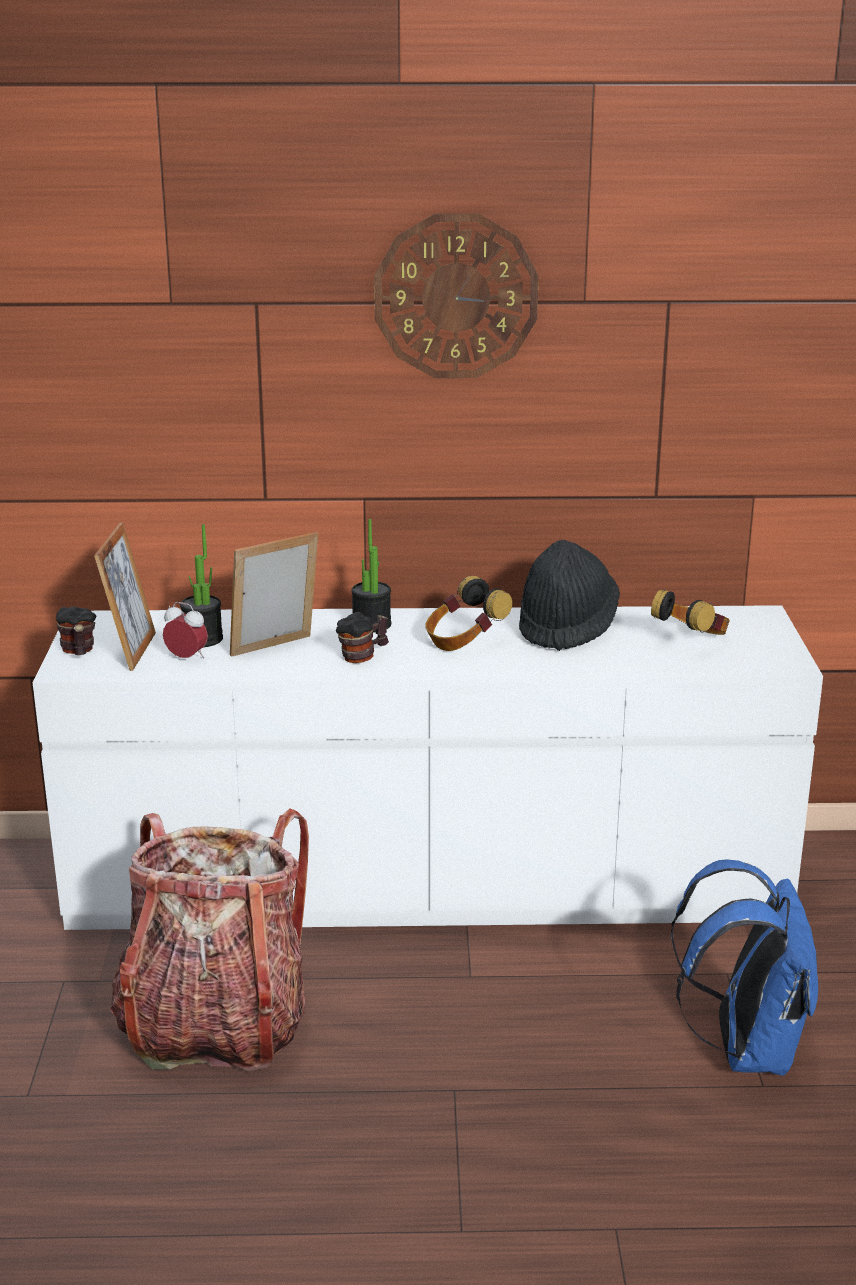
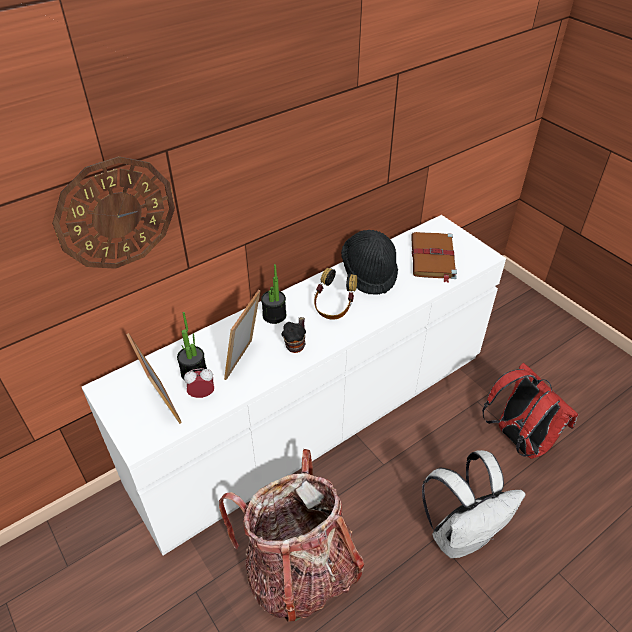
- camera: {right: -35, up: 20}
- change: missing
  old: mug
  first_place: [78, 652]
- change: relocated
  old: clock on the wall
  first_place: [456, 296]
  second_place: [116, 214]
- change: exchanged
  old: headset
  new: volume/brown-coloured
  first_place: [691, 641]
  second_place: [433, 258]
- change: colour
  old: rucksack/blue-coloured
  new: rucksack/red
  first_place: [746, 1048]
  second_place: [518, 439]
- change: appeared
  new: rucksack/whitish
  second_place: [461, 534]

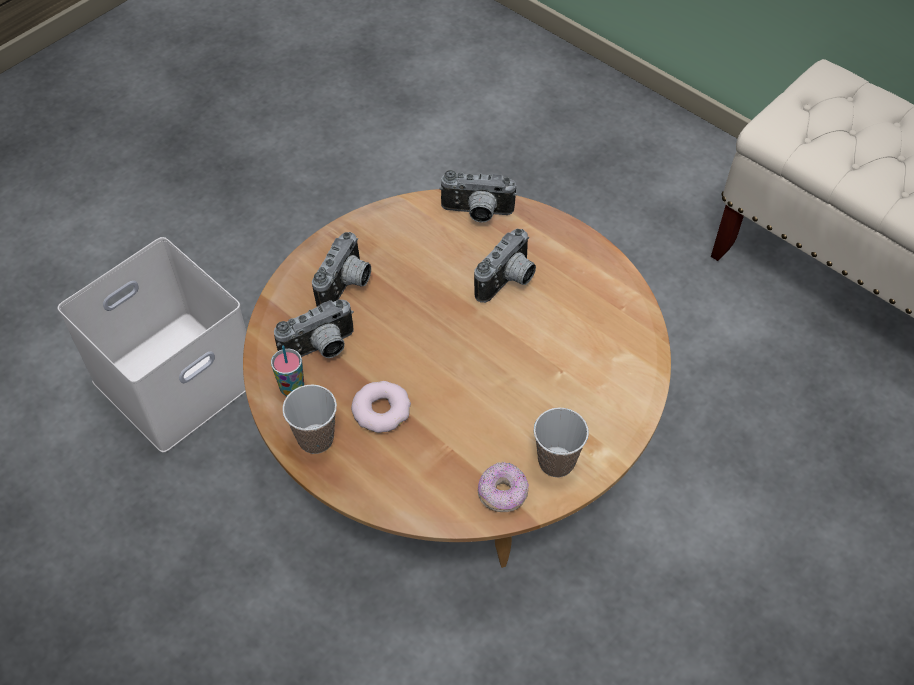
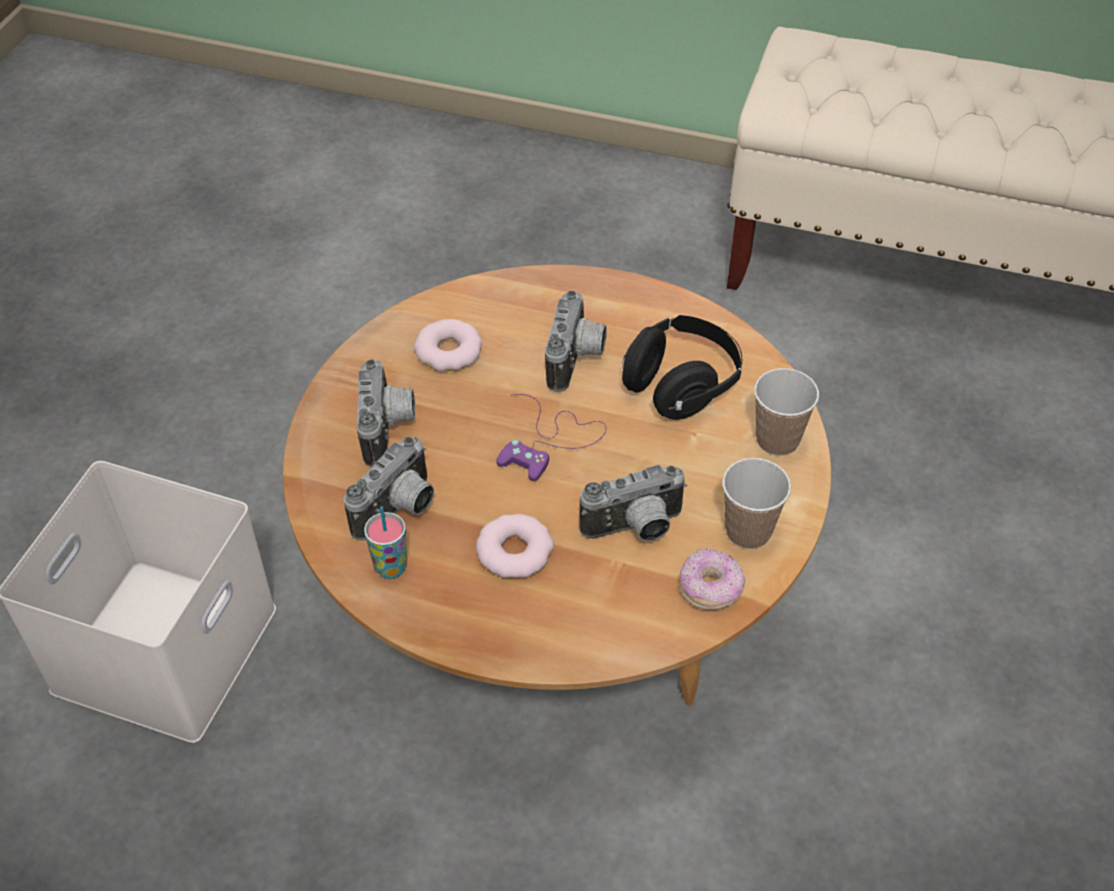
- camera: {right: -25, up: -5}
- change: relocated
  old: small cup
  first_place: [316, 439]
  second_place: [777, 440]
- change: relocated
  old: photo camera
  first_place: [477, 214]
  second_place: [635, 529]
- change: appeared
  new: donut
  second_place: [449, 351]
- change: appeared
  new: joypad/purple-coloured
  second_place: [550, 440]
- change: appeared
  new: headset/black-coloured
  second_place: [680, 385]

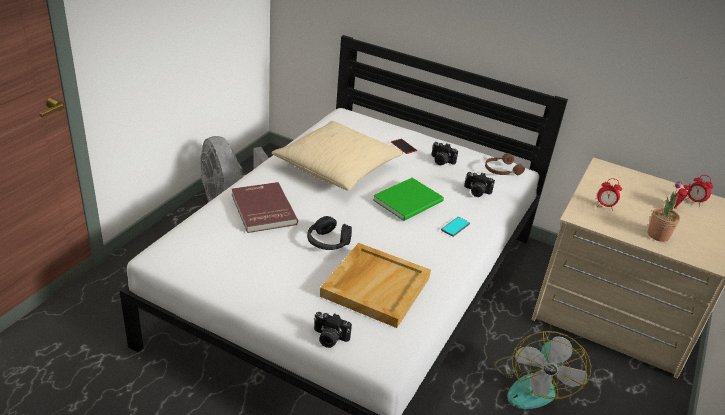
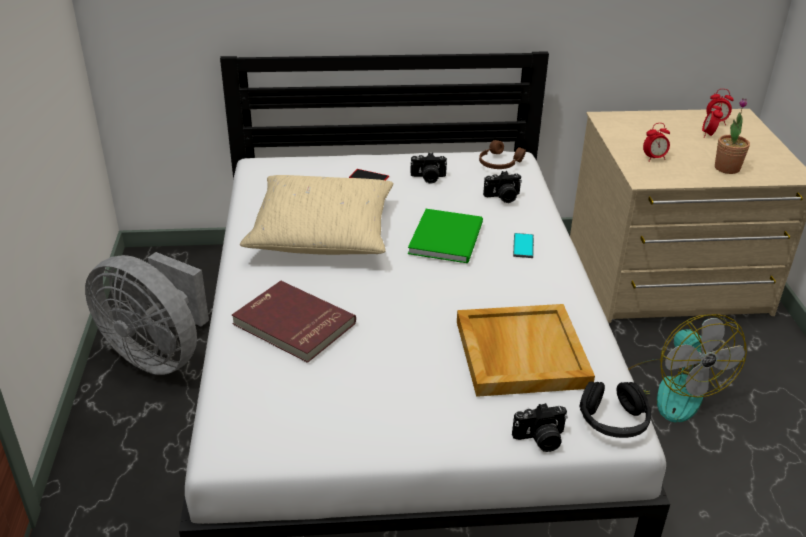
- camera: {right: -30, up: 0}
- change: relocated
  old: headset/black-coloured
  first_place: [328, 242]
  second_place: [613, 421]

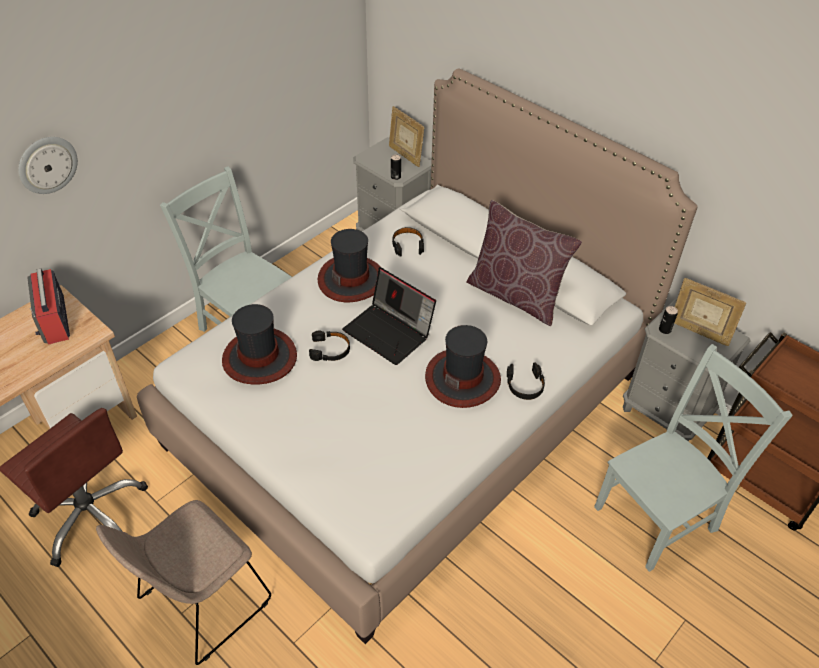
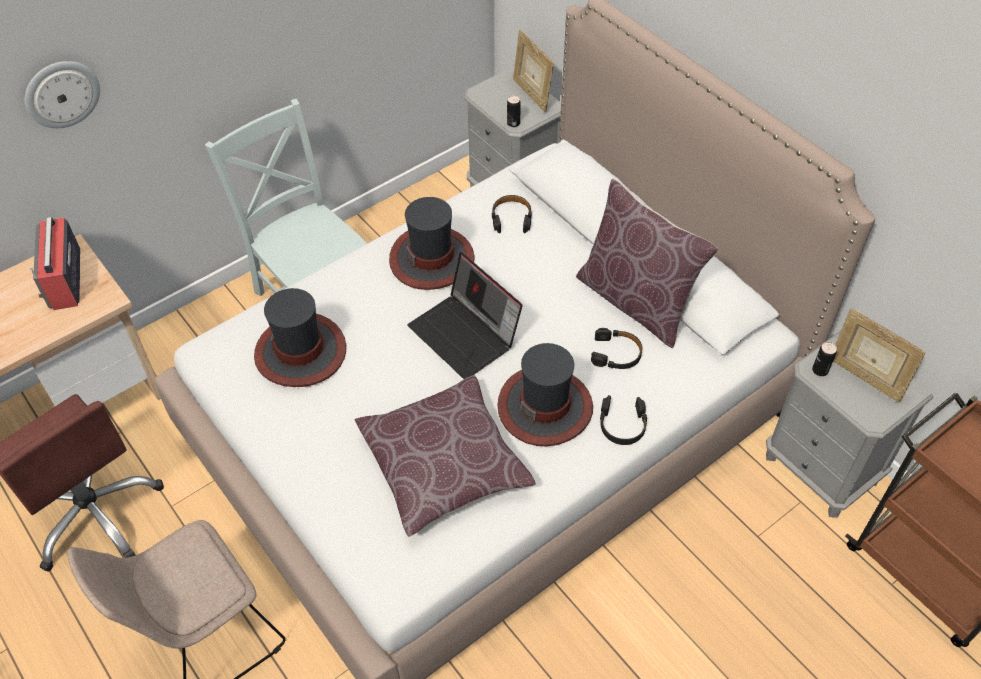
- camera: {right: 10, up: 5}
- change: relocated
  old: headset/black-coloured
  first_place: [330, 350]
  second_place: [616, 354]
- change: missing
  old: upright chair/greyish
  first_place: [659, 516]
- change: appeared
  new: pillow/brown-coloured
  second_place: [444, 464]

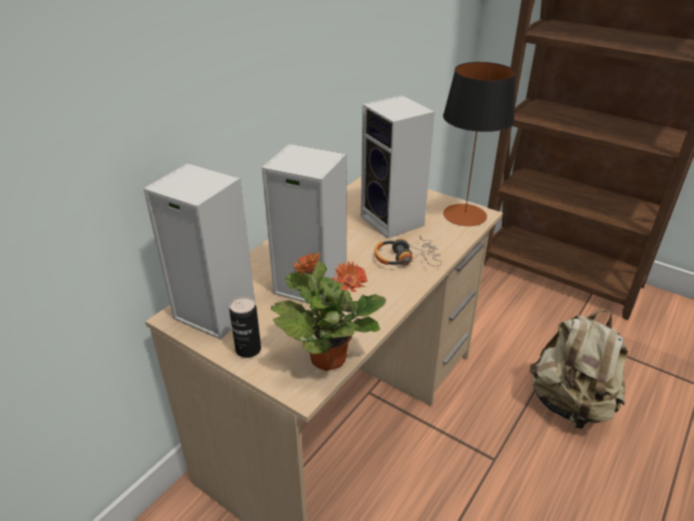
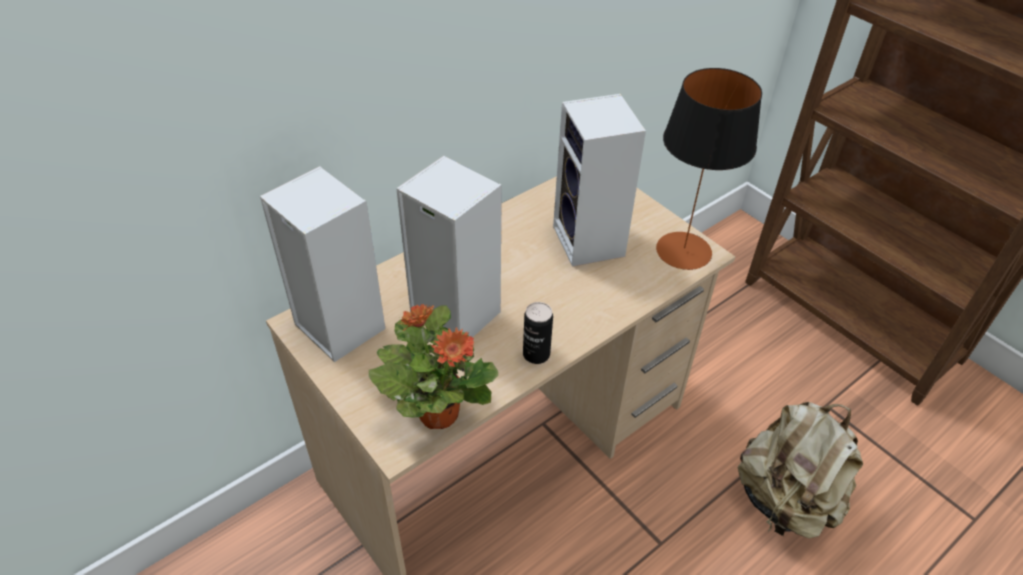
- camera: {right: 15, up: 10}
- change: relocated
  old: can
  first_place: [248, 349]
  second_place: [536, 354]
- change: missing
  old: headset
  first_place: [406, 258]

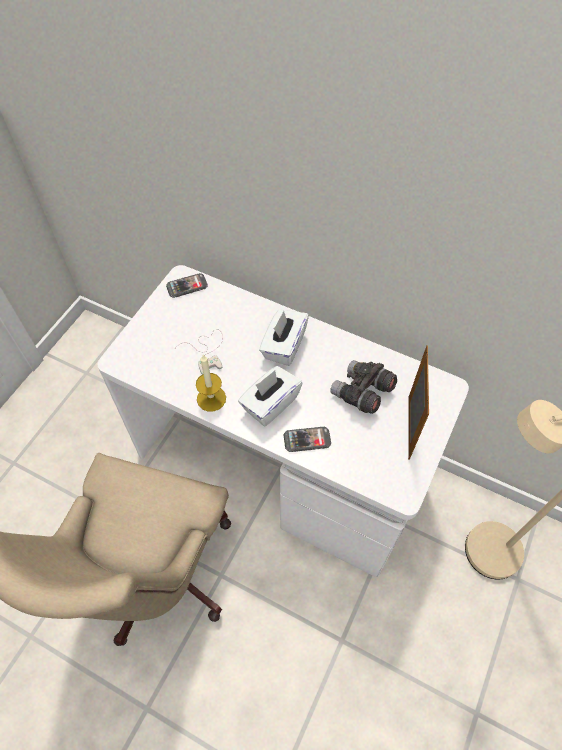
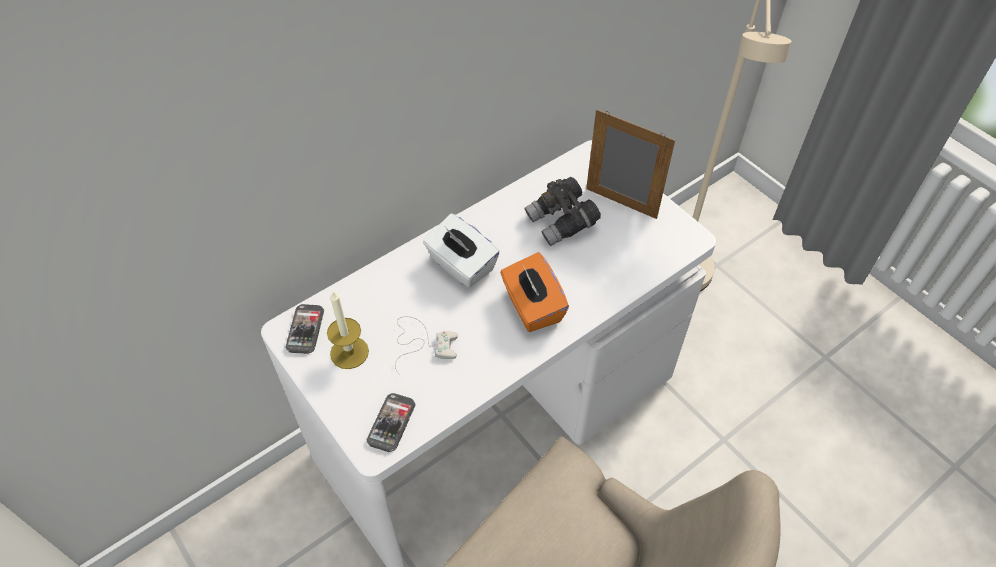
- camera: {right: -65, up: -5}
- change: relocated
  old: candle
  first_place: [211, 398]
  second_place: [349, 352]
- change: colour
  old: tissue box/whitish
  new: tissue box/orange
  first_place: [270, 404]
  second_place: [532, 307]
- change: relocated
  old: phone
  first_place: [307, 440]
  second_place: [391, 423]

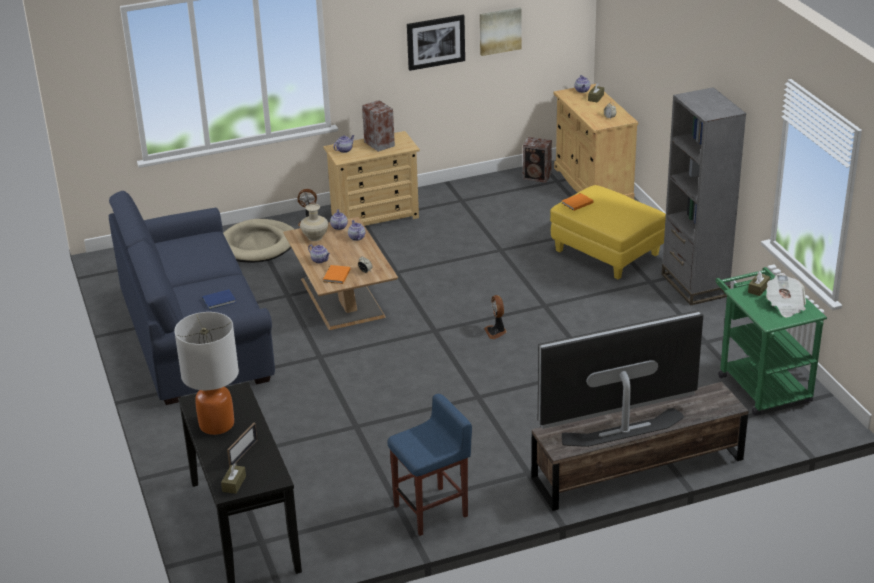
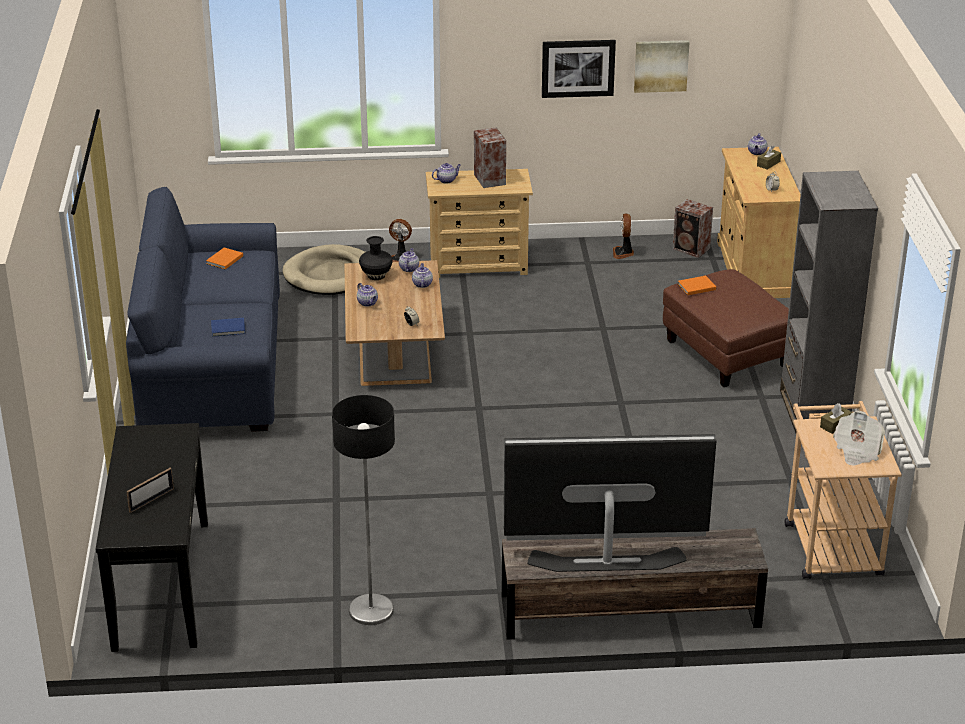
- camera: {right: 15, up: 0}
- change: missing
  old: lamp for a table
  first_place: [217, 424]
- change: missing
  old: tissue box/brown-coloured
  first_place: [234, 484]
- change: colour
  old: flower vase/beige
  new: flower vase/black-coloured
  first_place: [315, 237]
  second_place: [376, 276]
- change: relocated
  old: volume/orange
  first_place: [336, 276]
  second_place: [223, 260]
- change: exchanged
  old: sitting stool/blue-coloured
  new: standard lamp
  first_place: [432, 510]
  second_place: [371, 610]
- change: relocated
  old: fan
  first_place: [496, 332]
  second_place: [623, 253]
- change: colour
  old: footrest/yellow-coloured
  new: footrest/brown-coloured
  first_place: [607, 253]
  second_place: [727, 354]
- change: colour
  old: wheeled cart/green
  new: wheeled cart/beige
  first_place: [759, 384]
  second_place: [830, 543]

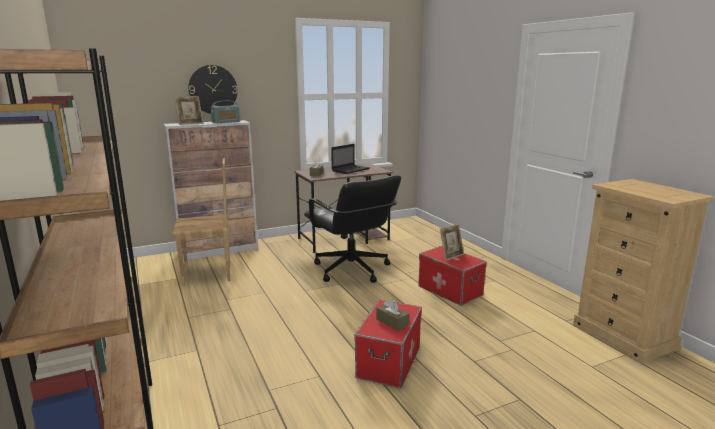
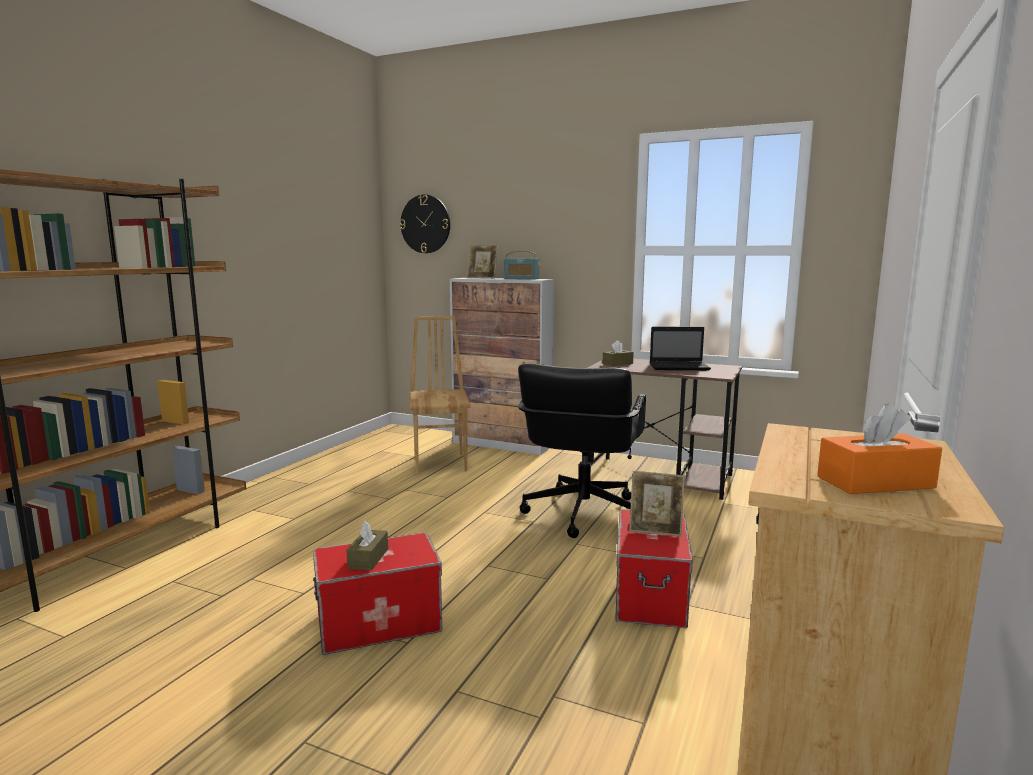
- camera: {right: 50, up: -5}
- change: spun
  old: upright chair/brown-coloured
  first_place: [208, 275]
  second_place: [441, 463]
  degrees: -135
- change: relocated
  old: clock on the wall
  first_place: [213, 89]
  second_place: [425, 224]
- change: appeared
  new: tissue box/orange
  second_place: [875, 482]

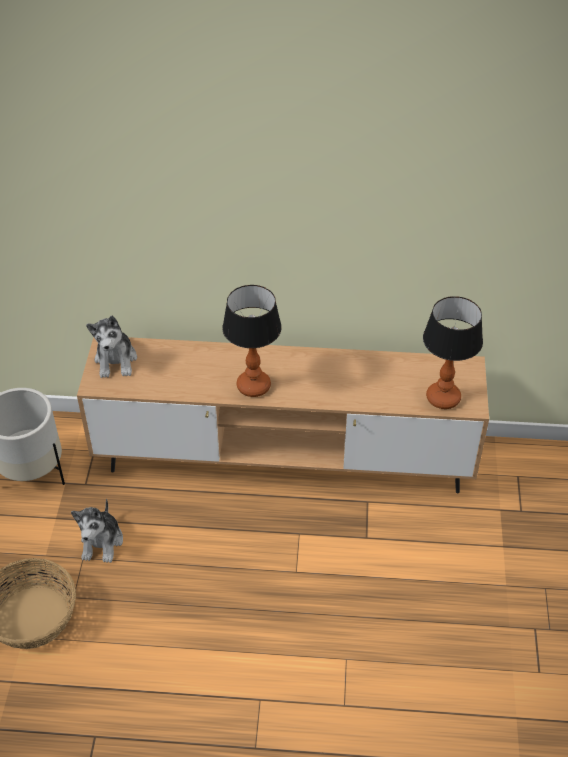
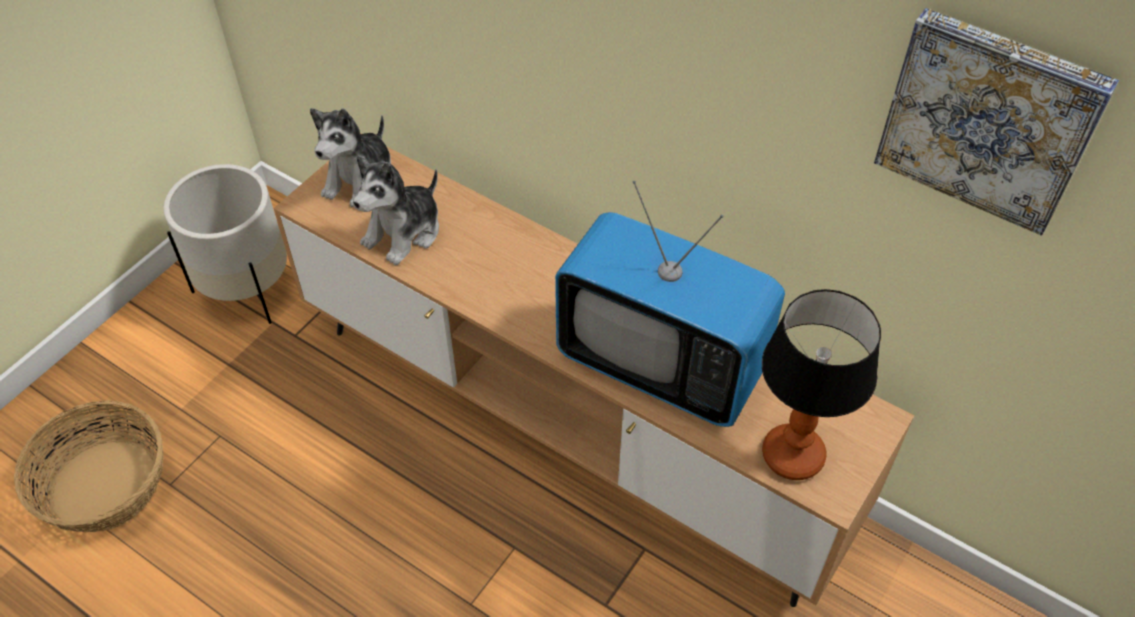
- camera: {right: 30, up: 5}
- change: relocated
  old: plush toy
  first_place: [102, 542]
  second_place: [404, 232]
- change: missing
  old: lamp for a table
  first_place: [253, 385]
- change: appeared
  new: TV
  second_place: [661, 364]
- change: appeared
  new: wall picture
  second_place: [990, 118]

